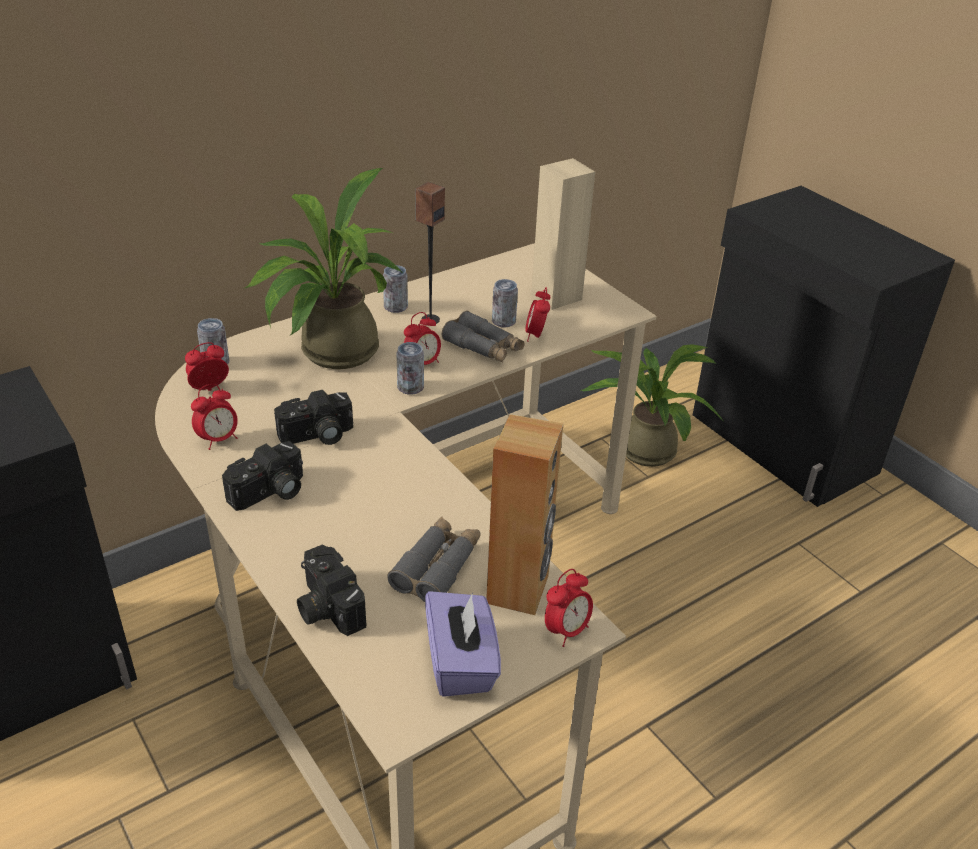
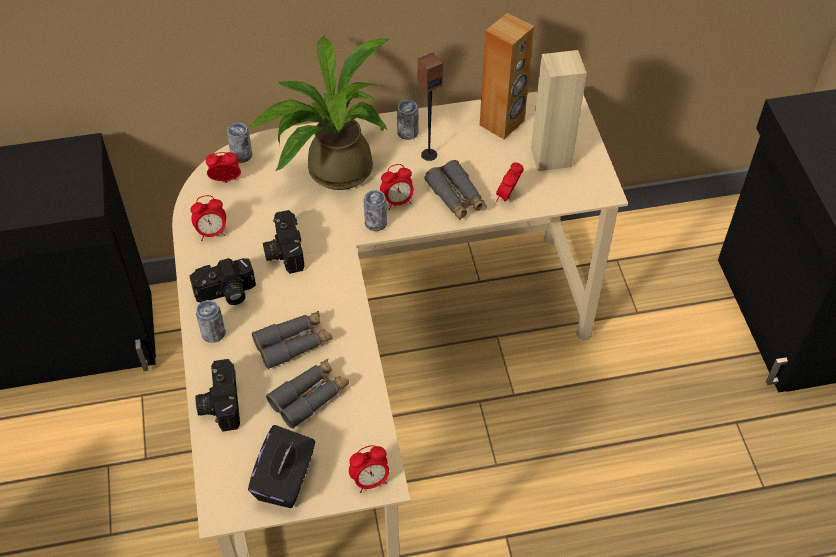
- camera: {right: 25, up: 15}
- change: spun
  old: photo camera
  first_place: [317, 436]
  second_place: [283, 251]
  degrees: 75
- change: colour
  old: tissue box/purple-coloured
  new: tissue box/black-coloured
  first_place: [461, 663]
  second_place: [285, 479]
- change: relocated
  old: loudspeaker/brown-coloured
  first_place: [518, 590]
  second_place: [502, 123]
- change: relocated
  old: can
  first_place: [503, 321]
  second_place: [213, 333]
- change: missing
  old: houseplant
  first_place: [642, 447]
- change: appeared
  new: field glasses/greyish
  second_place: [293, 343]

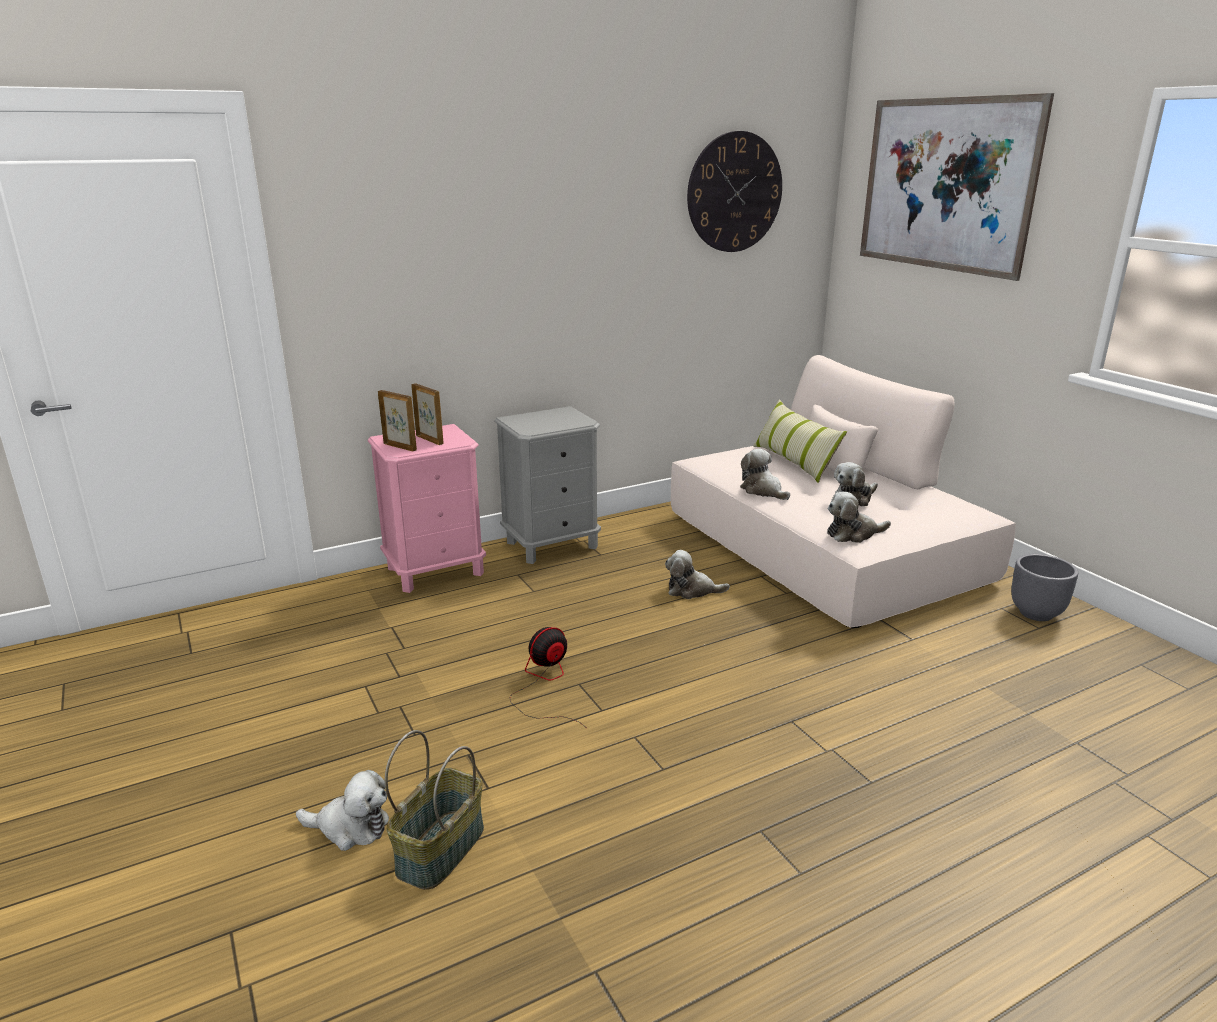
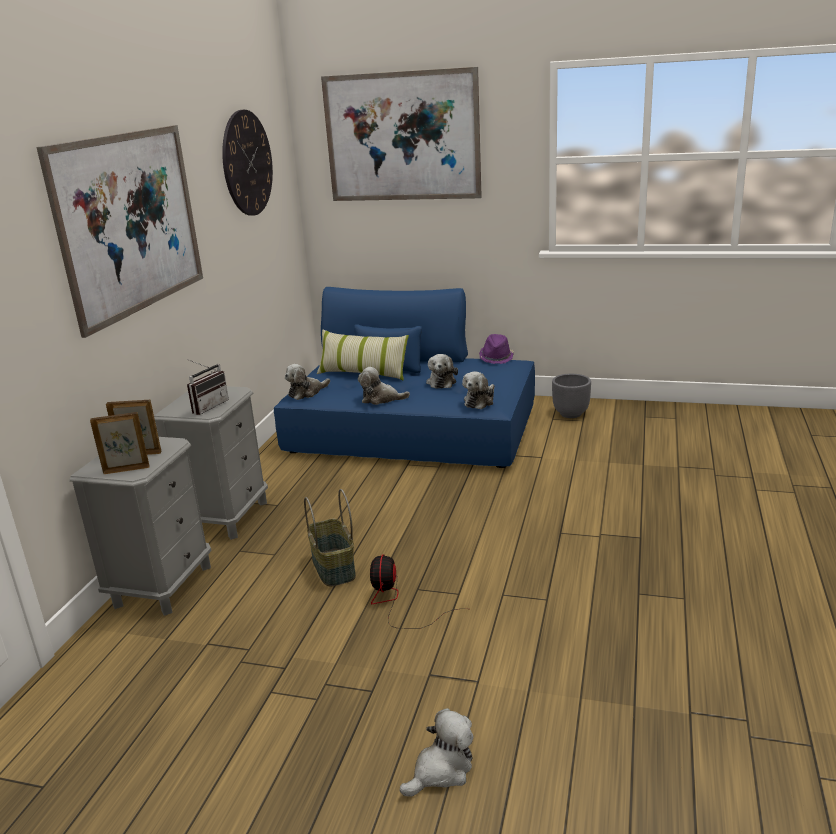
- camera: {right: -45, up: 0}
- change: colour
  old: nightstand/pink-coloured
  new: nightstand/greyish
  first_place: [435, 570]
  second_place: [162, 585]
- change: relocated
  old: household basket
  first_place: [440, 848]
  second_place: [332, 567]
- change: relocated
  old: plush toy
  first_place: [692, 590]
  second_place: [306, 392]
- change: colour
  old: settee/beige
  new: settee/blue-coloured
  first_place: [824, 547]
  second_place: [413, 429]
- change: appeared
  new: wall picture
  second_place: [131, 223]
- change: appeared
  new: radio receiver
  second_place: [207, 406]
- change: appeared
  new: hat/purple-coloured
  second_place: [496, 357]

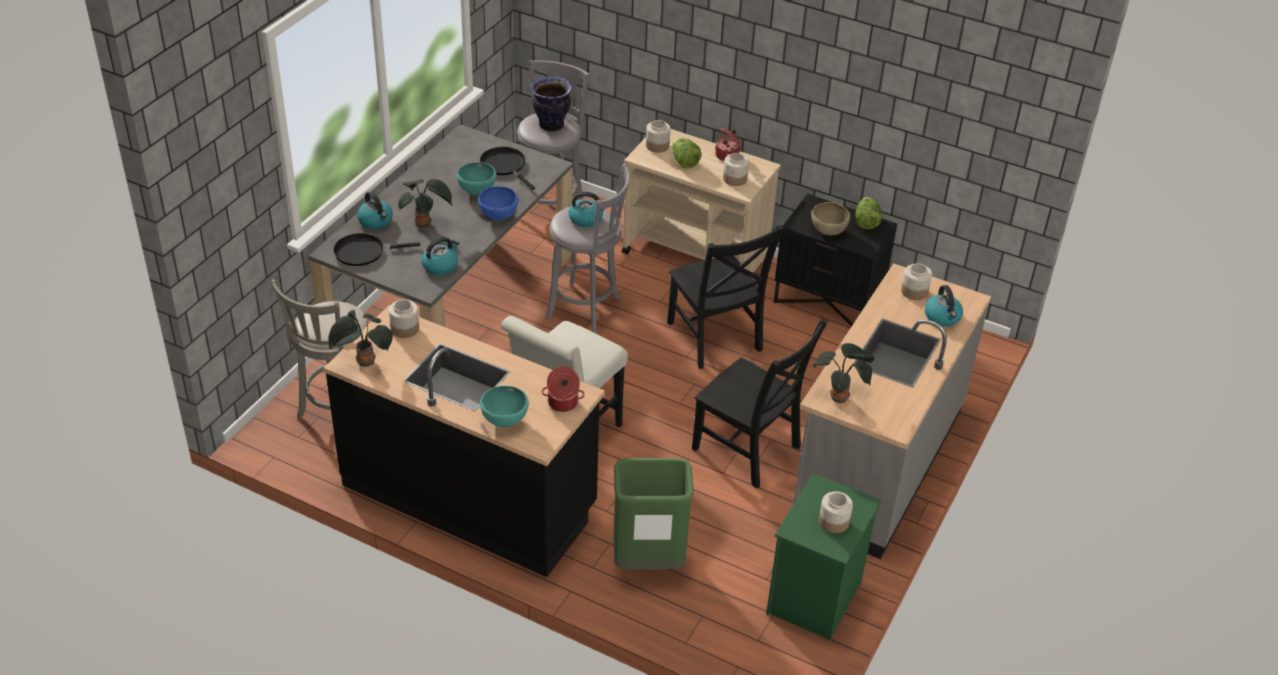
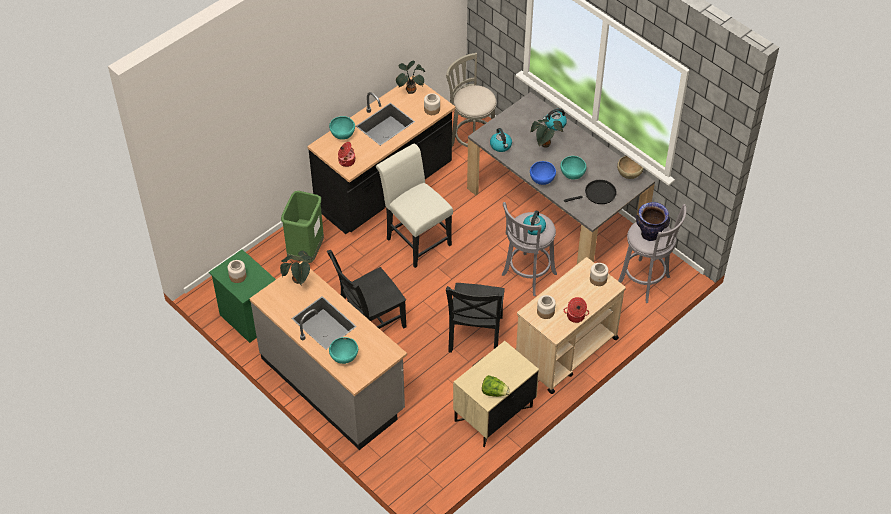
- camera: {right: 110, up: 10}
- change: missing
  old: skillet/black-coloured
  first_place: [363, 252]
- change: spun
  old: upright chair/black-coloured
  first_place: [715, 339]
  second_place: [475, 336]
  degrees: -75
- change: missing
  old: lettuce
  first_place: [684, 162]
- change: colour
  old: nightstand/black-coloured
  new: nightstand/beige
  first_place: [828, 301]
  second_place: [494, 414]
- change: relocated
  old: serving bowl/brown-coloured
  first_place: [828, 232]
  second_place: [629, 174]
- change: missing
  old: preserve jar
  first_place: [914, 291]
- change: exchanged
  old: tea kettle
  new: serving bowl/blue-green
  first_place: [942, 317]
  second_place: [344, 358]

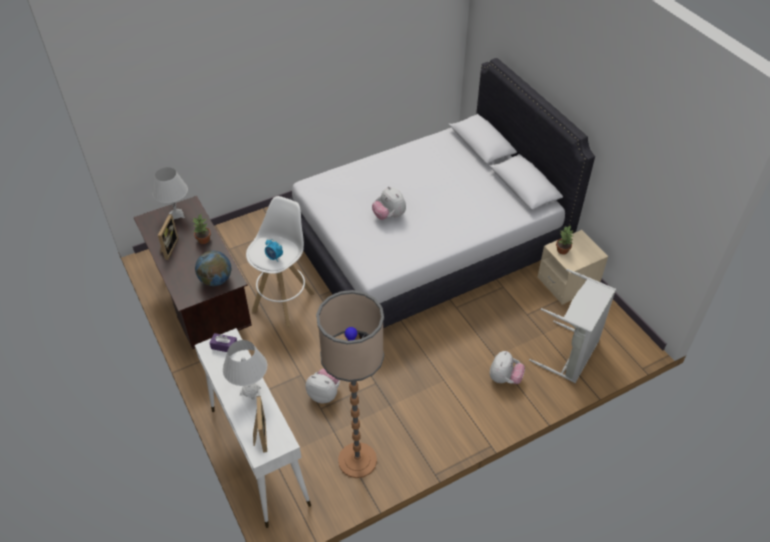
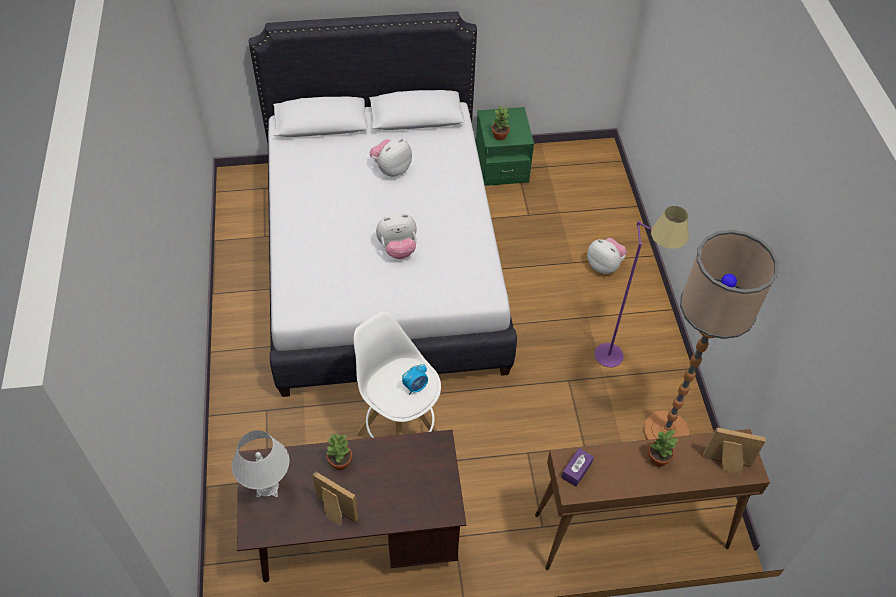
- camera: {right: -70, up: 5}
- change: missing
  old: desk globe
  first_place: [216, 280]
- change: colour
  old: hall table/whitish
  new: hall table/brown-coloured
  first_place: [258, 455]
  second_place: [630, 531]
- change: exchanged
  old: lamp for a table/whitish
  new: houseplant
  first_place: [250, 391]
  second_place: [657, 458]
- change: relocated
  old: plush toy
  first_place: [324, 394]
  second_place: [391, 169]
- change: missing
  old: washing basket/greyish
  first_place: [571, 355]
- change: colour
  old: nightstand/beige
  new: nightstand/green
  first_place: [567, 283]
  second_place: [501, 166]
- change: appeared
  new: standard lamp/purple-coloured
  second_place: [621, 352]

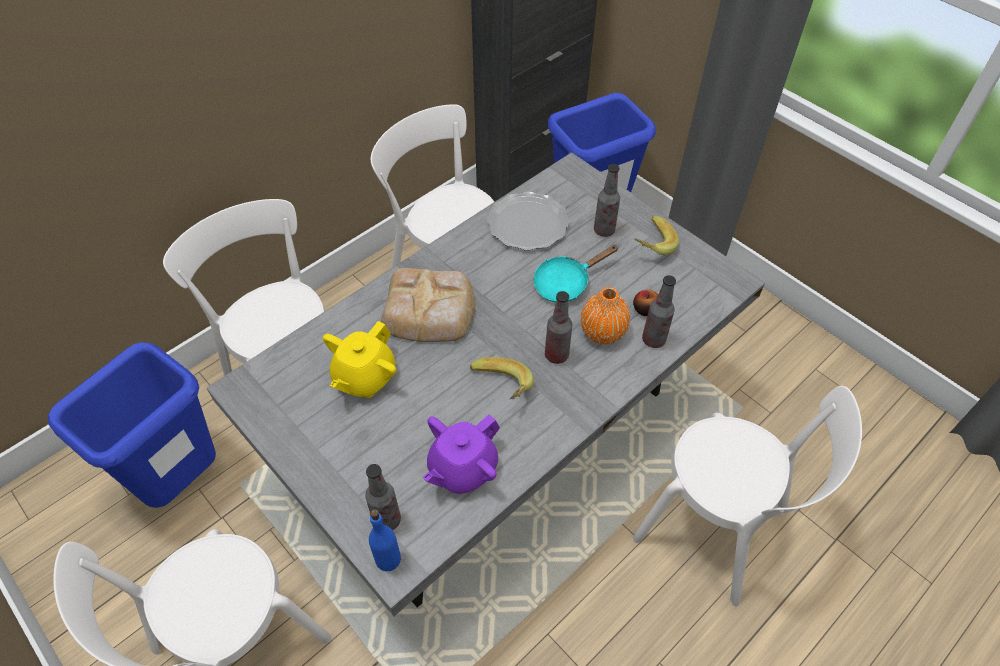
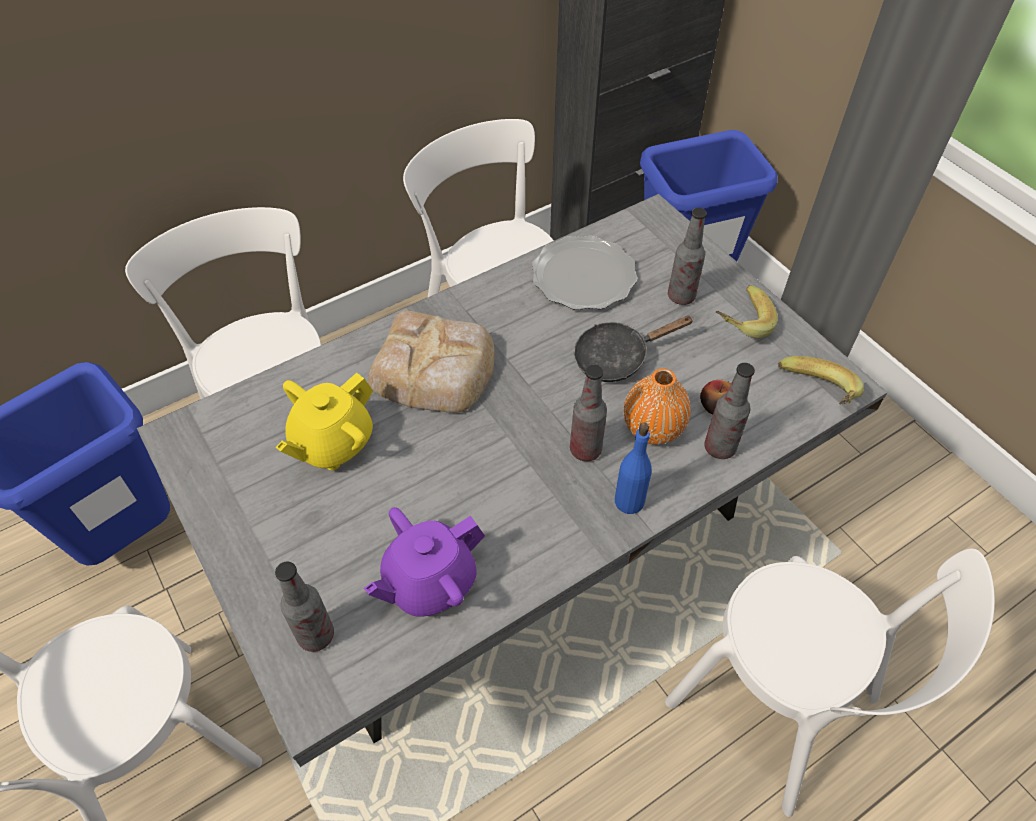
- camera: {right: 10, up: 0}
- change: relocated
  old: bottle/blue-coloured
  first_place: [388, 558]
  second_place: [629, 501]
- change: relocated
  old: banana fruit
  first_place: [500, 389]
  second_place: [814, 395]
- change: colour
  old: skillet/blue-green
  new: skillet/black-coloured
  first_place: [566, 283]
  second_place: [617, 357]

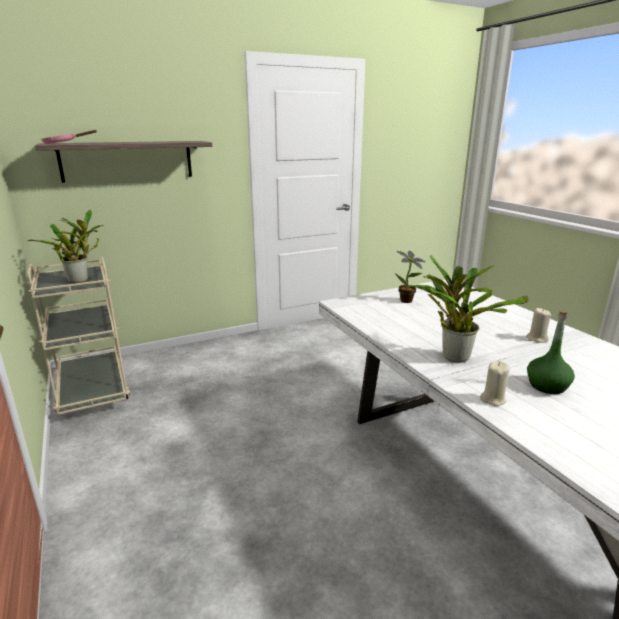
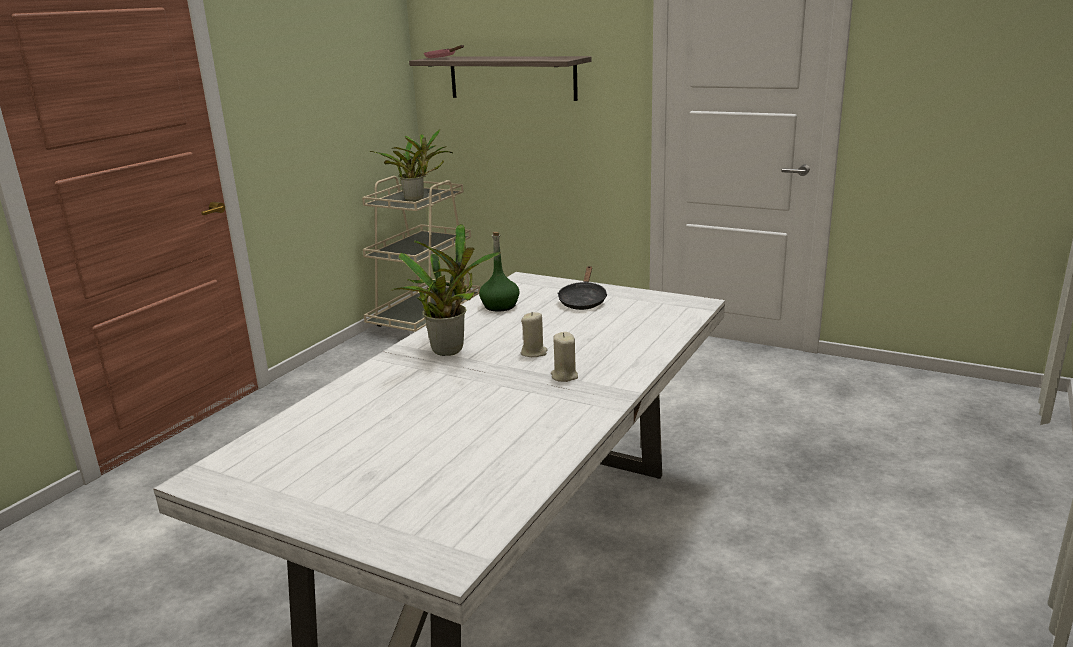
- camera: {right: 55, up: 0}
- change: exchanged
  old: houseplant
  new: skillet/black-coloured
  first_place: [407, 301]
  second_place: [583, 301]
- change: relocated
  old: candle/beige
  first_place: [492, 399]
  second_place: [534, 353]
- change: relocated
  old: bottle/green
  first_place: [547, 386]
  second_place: [500, 306]

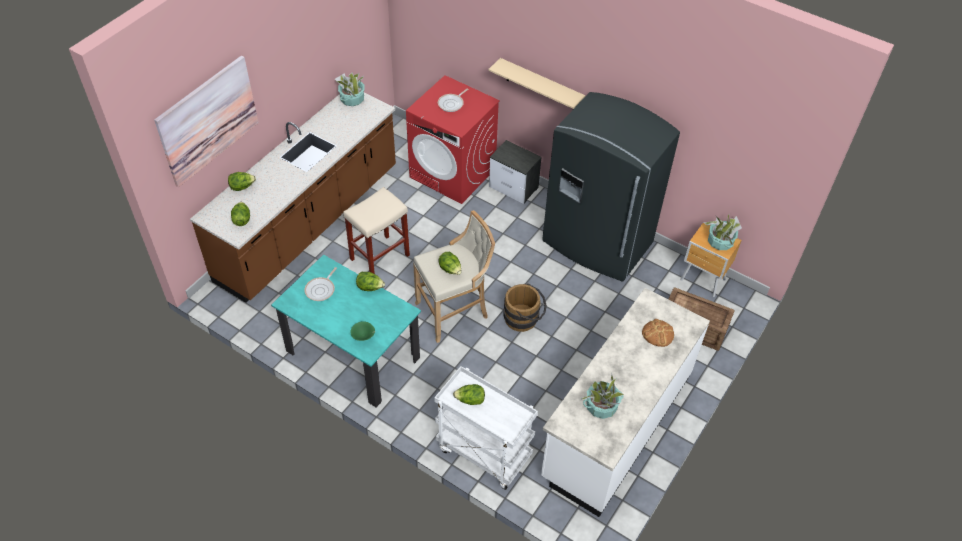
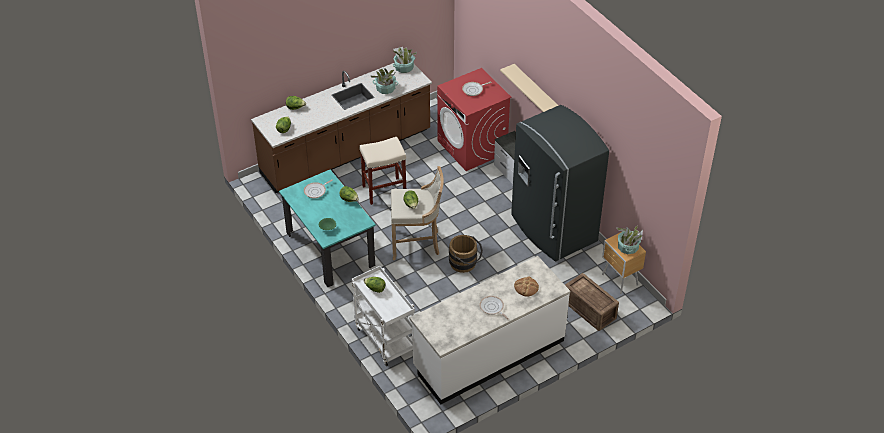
- camera: {right: 25, up: -5}
- change: missing
  old: wall picture
  first_place: [208, 120]
- change: relocated
  old: houseplant
  first_place: [601, 406]
  second_place: [385, 89]
- change: appeared
  new: skillet
  second_place: [492, 308]

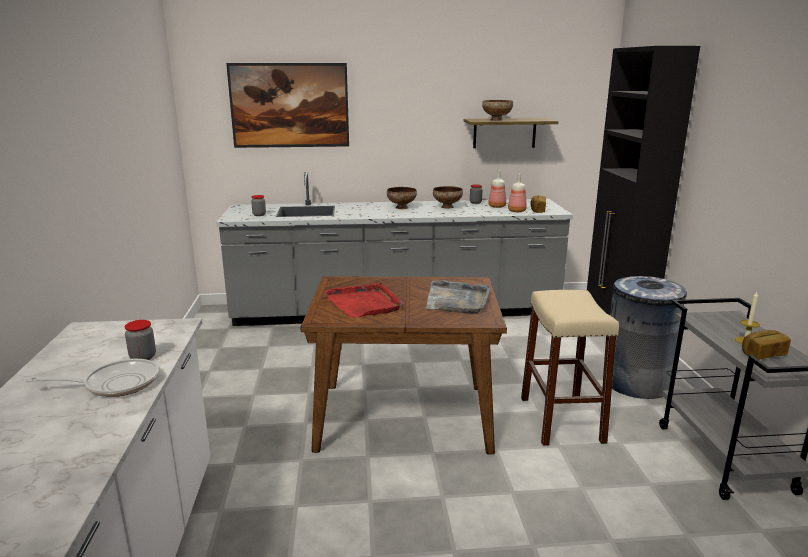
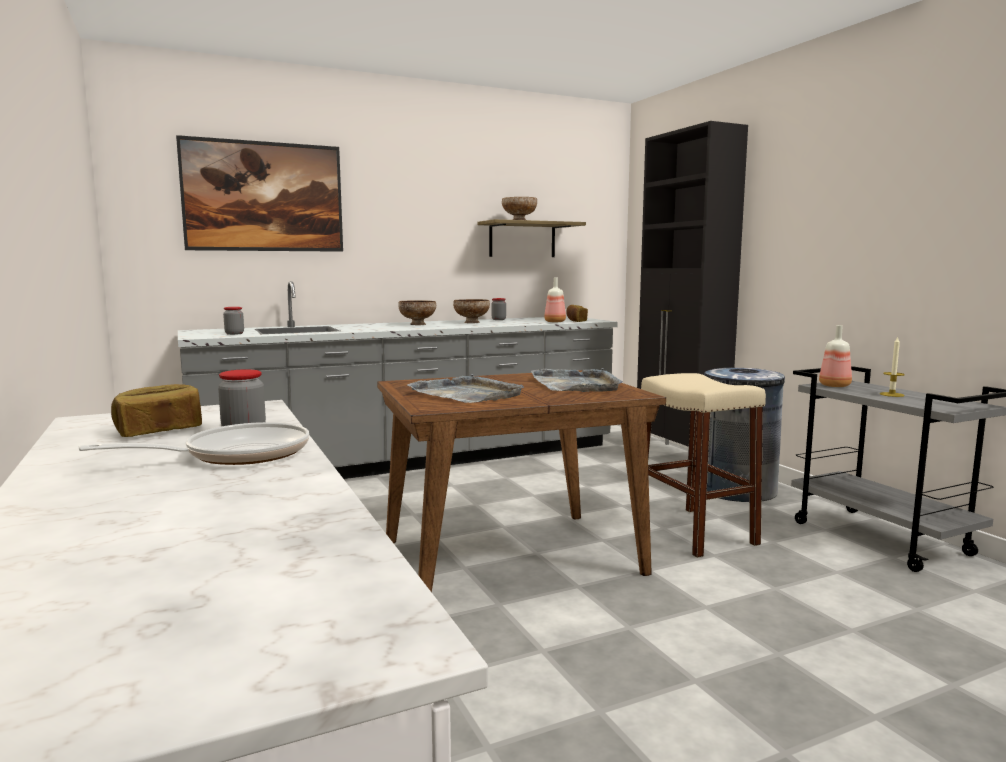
- camera: {right: -20, up: -10}
- change: colour
  old: tray/red
  new: tray/greyish
  first_place: [364, 303]
  second_place: [467, 394]
- change: relocated
  old: bottle
  first_place: [497, 206]
  second_place: [834, 385]
- change: relocated
  old: bread
  first_place: [762, 354]
  second_place: [160, 431]

